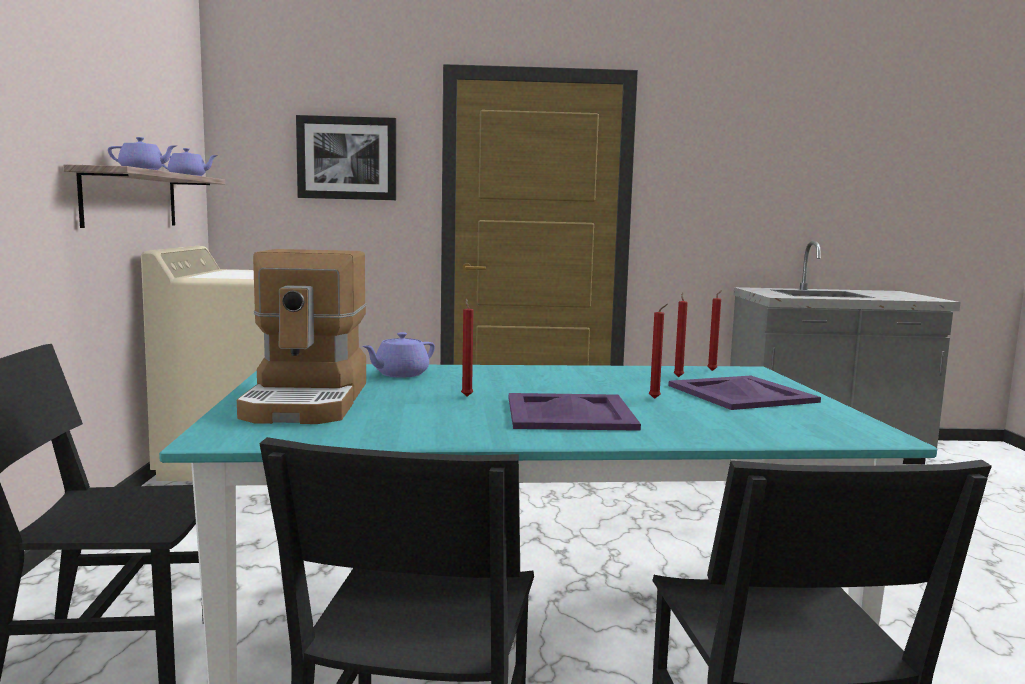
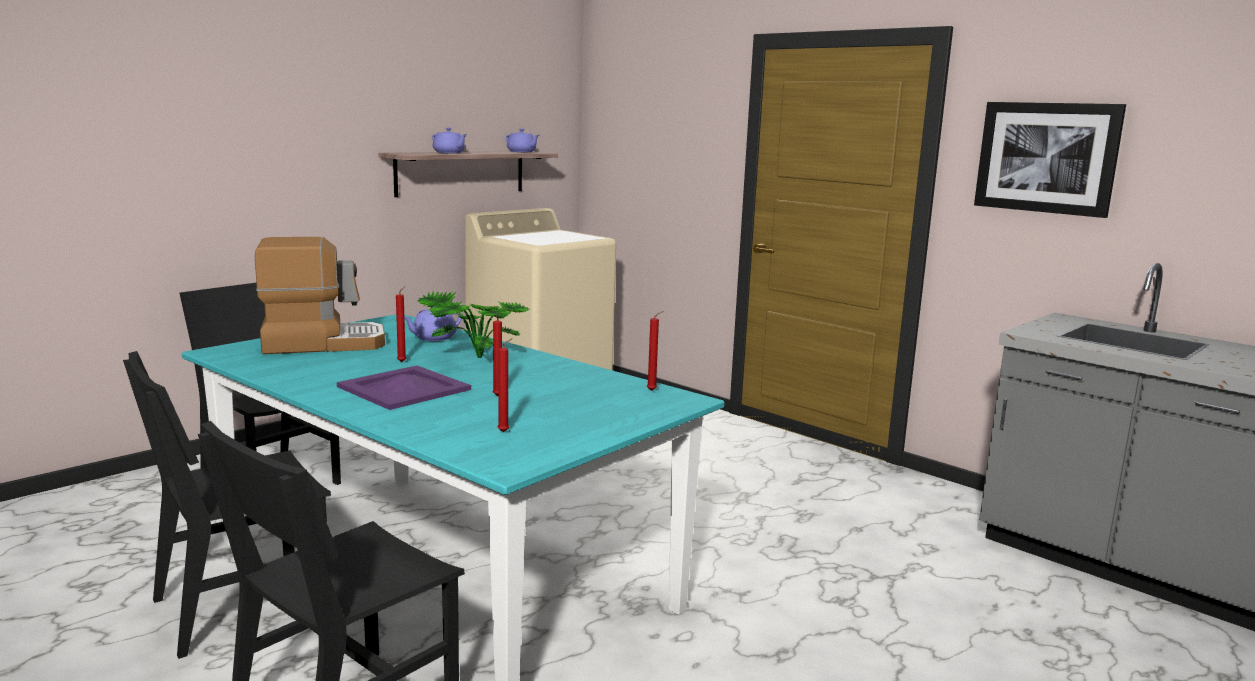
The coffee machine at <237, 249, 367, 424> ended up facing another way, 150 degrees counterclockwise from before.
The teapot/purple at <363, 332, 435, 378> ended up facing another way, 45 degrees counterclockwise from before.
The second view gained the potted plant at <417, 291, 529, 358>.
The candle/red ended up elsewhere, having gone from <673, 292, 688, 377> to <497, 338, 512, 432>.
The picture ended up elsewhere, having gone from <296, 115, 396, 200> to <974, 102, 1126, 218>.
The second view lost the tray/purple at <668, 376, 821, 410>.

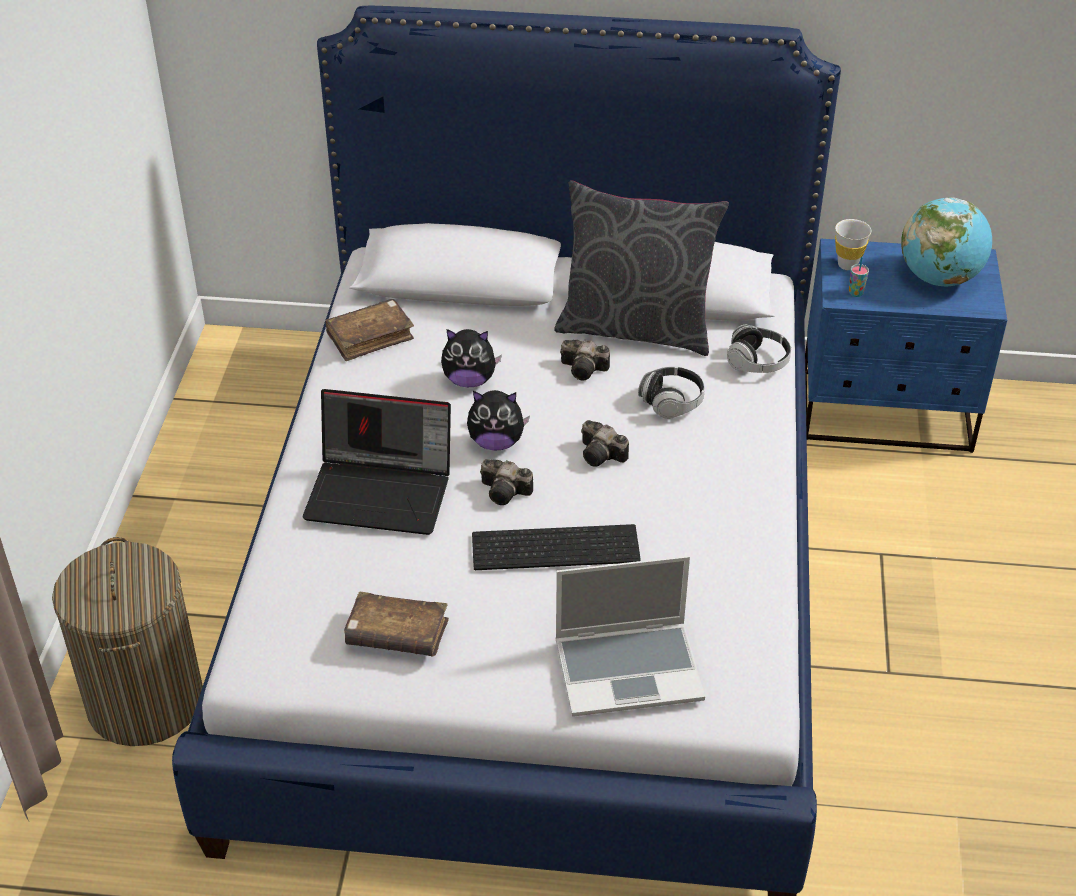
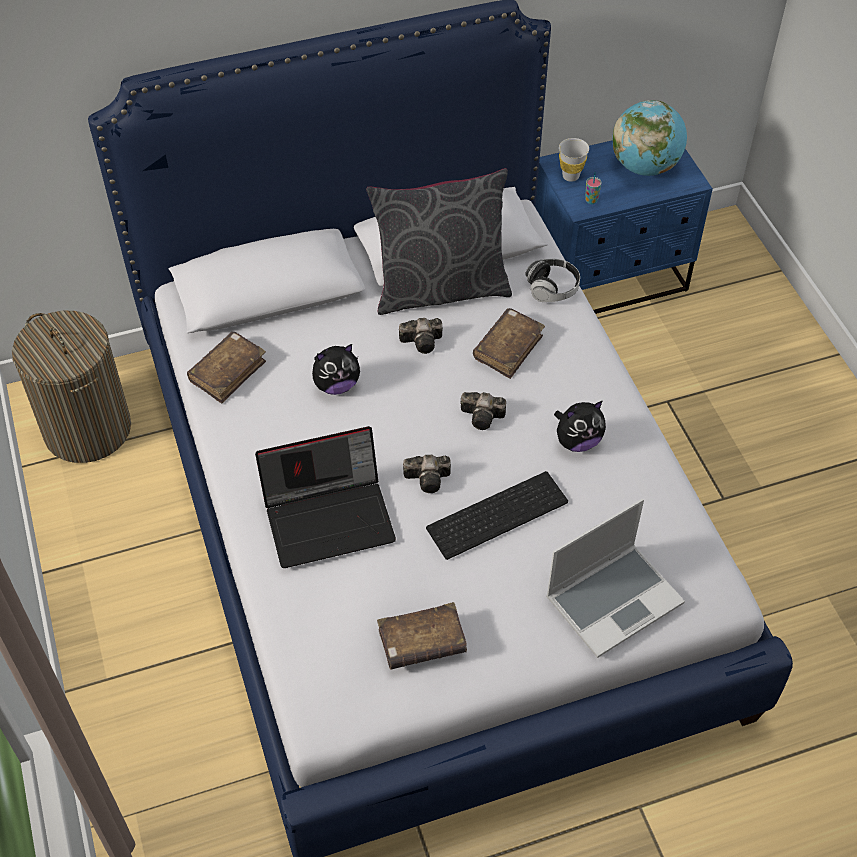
The laundry basket ended up elsewhere, having gone from <52, 537, 203, 746> to <12, 311, 131, 463>.
Where the headphones stood at <638, 366, 705, 419>, the book/brown came to stand at <473, 308, 545, 379>.
The plush toy ended up elsewhere, having gone from <467, 390, 530, 451> to <554, 400, 606, 452>.

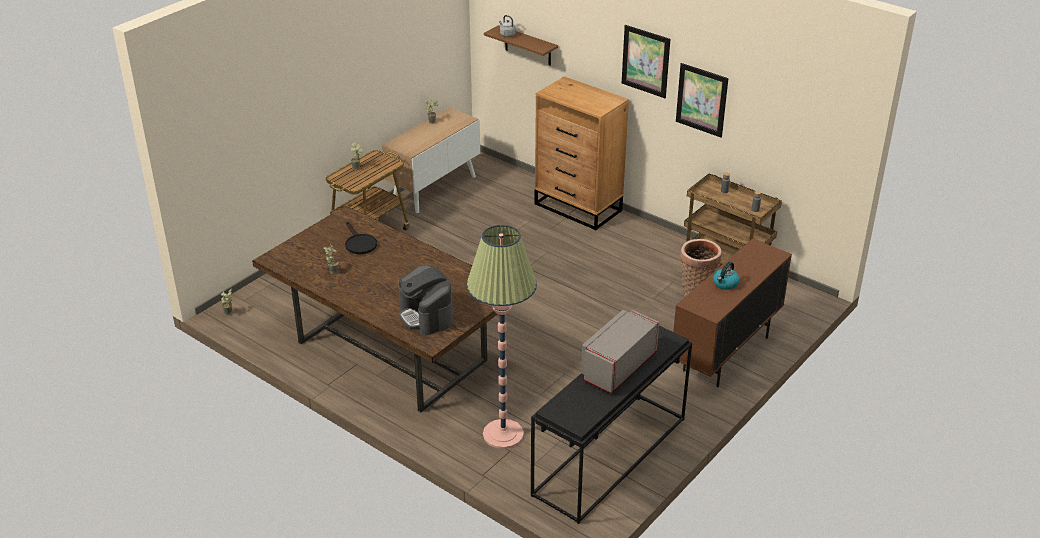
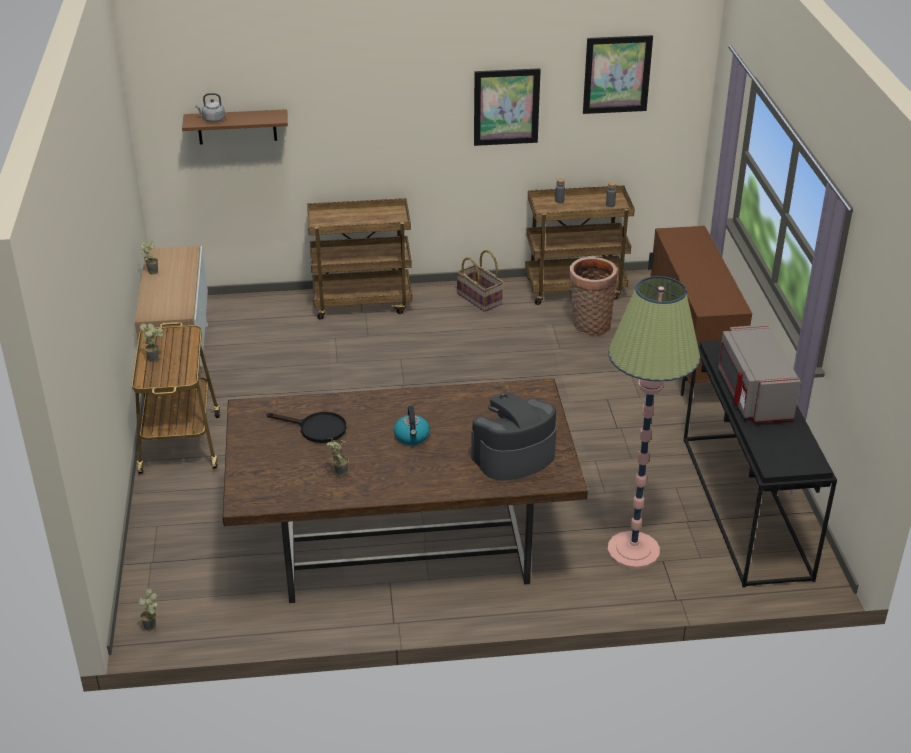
Where the dresser/brown stood at <534, 76, 629, 230>, the cart/brown came to stand at <307, 198, 412, 320>.
The kettle ended up elsewhere, having gone from <713, 262, 740, 290> to <394, 406, 430, 445>.
The second view gained the basket at <456, 250, 503, 312>.
The coffee machine at <399, 265, 454, 335> ended up facing another way, 135 degrees clockwise from before.
The picture ended up elsewhere, having gone from <622, 25, 670, 98> to <583, 35, 653, 114>.

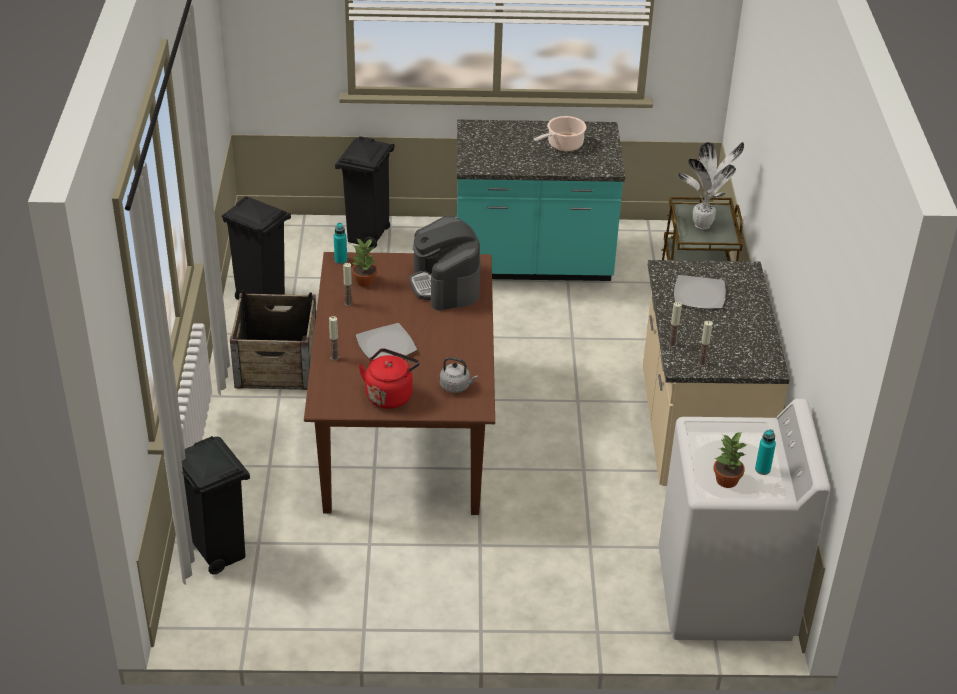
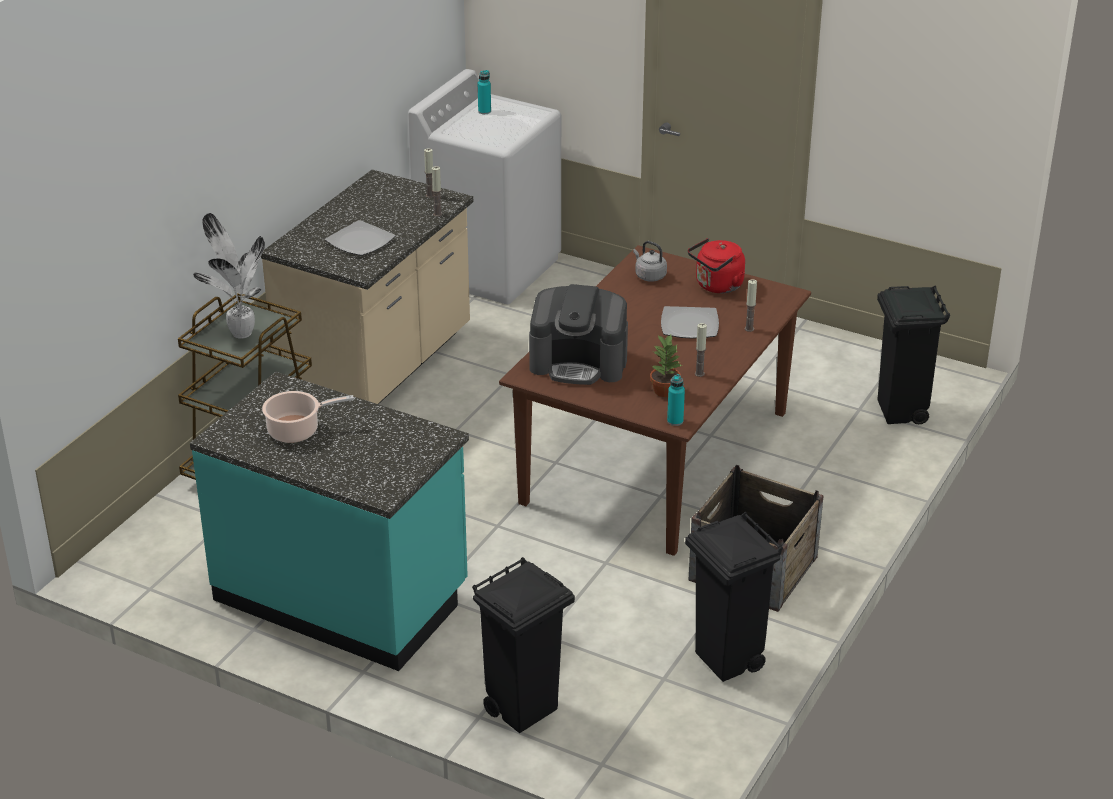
The coffee machine at <410, 216, 481, 311> ended up facing another way, 90 degrees clockwise from before.
The second view lost the potted plant at <714, 431, 748, 488>.

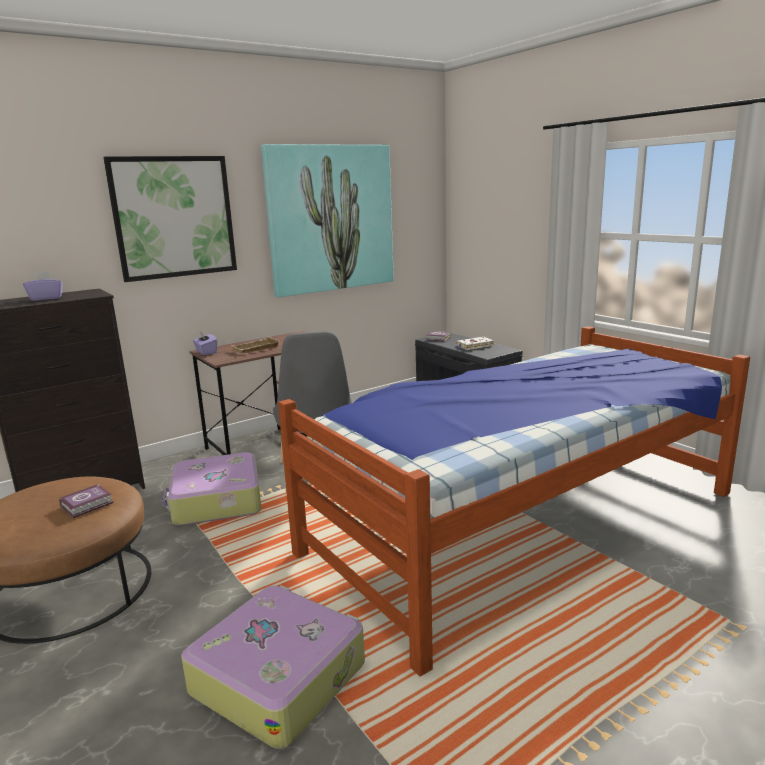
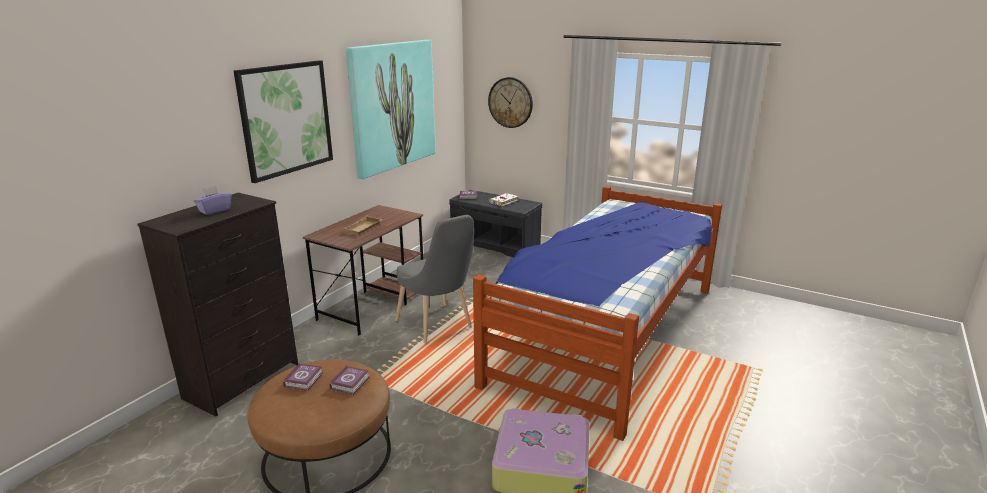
The second view gained the book at <283, 363, 323, 391>.
The second view gained the wall clock at <488, 77, 533, 128>.
The second view lost the suitcase at <161, 452, 261, 526>.
The second view lost the tissue box/purple at <193, 332, 217, 355>.

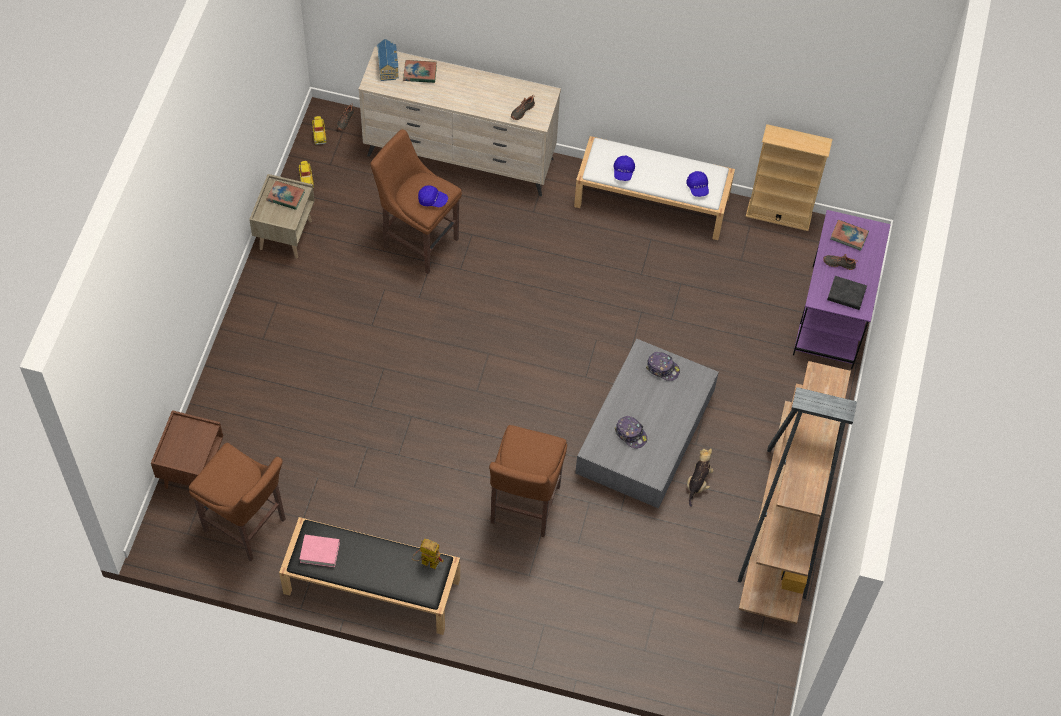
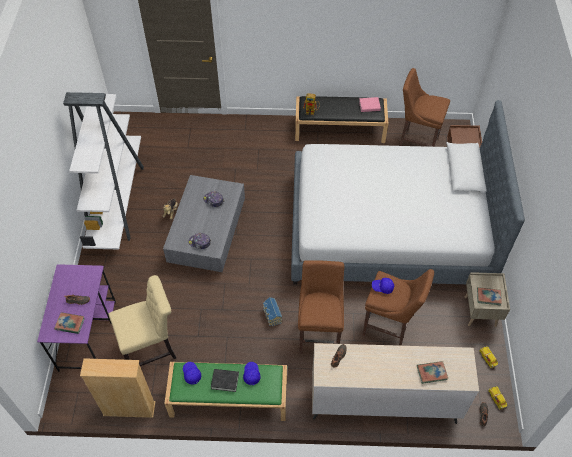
What was the bookcase/brown at <738, 361, 857, 624> turned into the bookcase/white at <63, 92, 144, 250>.
The second view gained the chair/beige at <108, 275, 176, 366>.
What was the bench/white at <574, 136, 735, 240> turned into the bench/green at <164, 362, 287, 421>.
The book/black ended up elsewhere, having gone from <827, 276, 867, 310> to <211, 369, 239, 392>.
The toy house ended up elsewhere, having gone from <377, 39, 399, 81> to <263, 297, 282, 326>.
The second view gained the bed at <291, 100, 525, 285>.
The stool/brown ended up elsewhere, having gone from <489, 425, 567, 537> to <298, 260, 344, 354>.

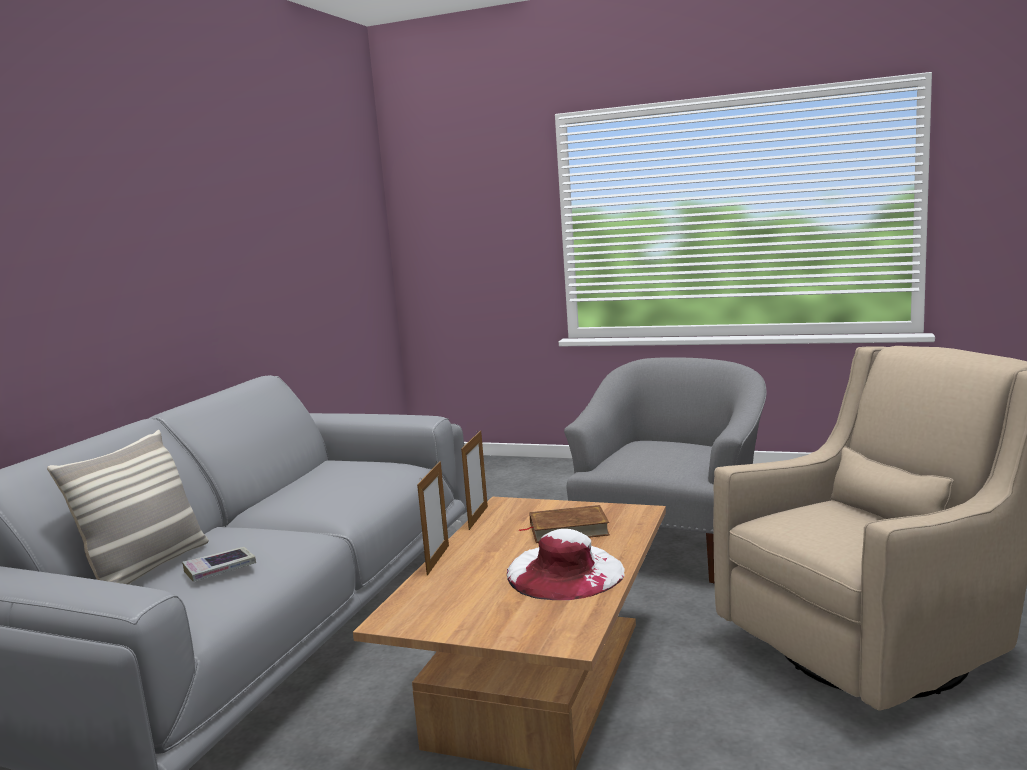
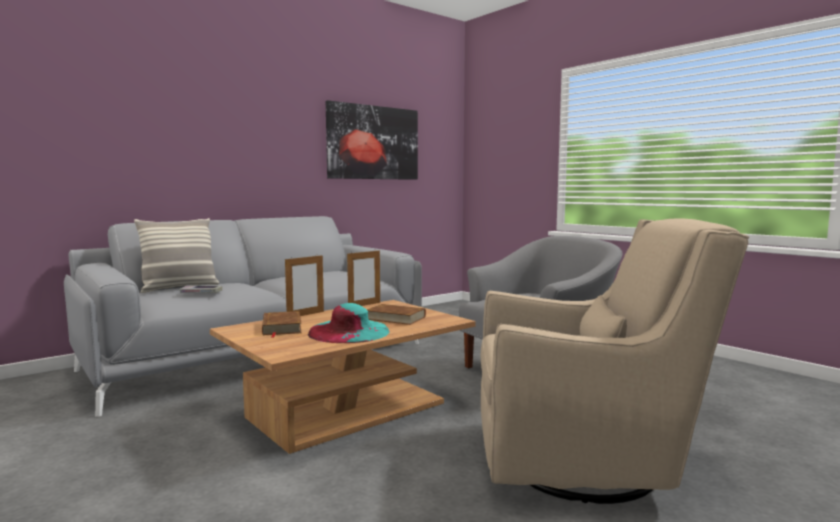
The second view gained the book/brown at <262, 311, 302, 338>.
What was the hat/white at <507, 529, 625, 600> turned into the hat/turquoise at <308, 303, 389, 343>.
The second view gained the picture at <326, 100, 418, 180>.

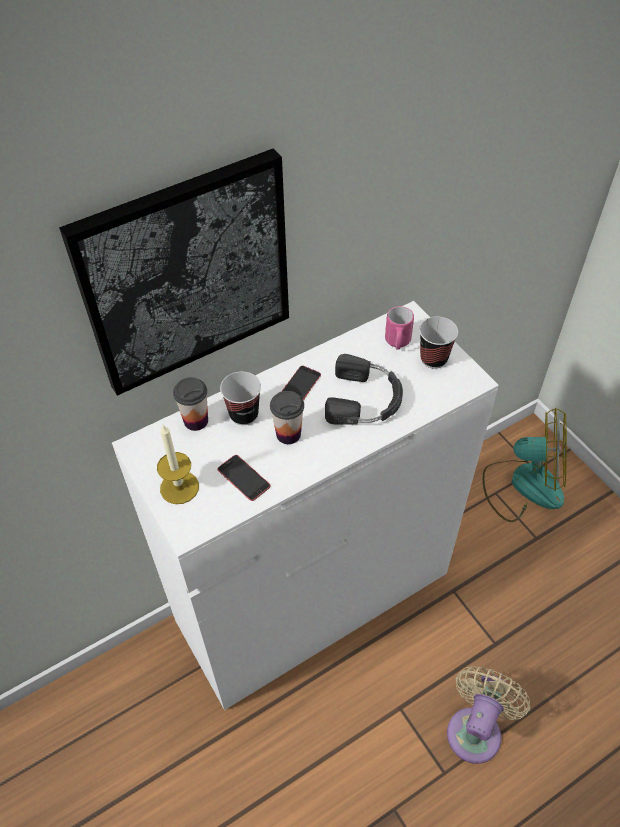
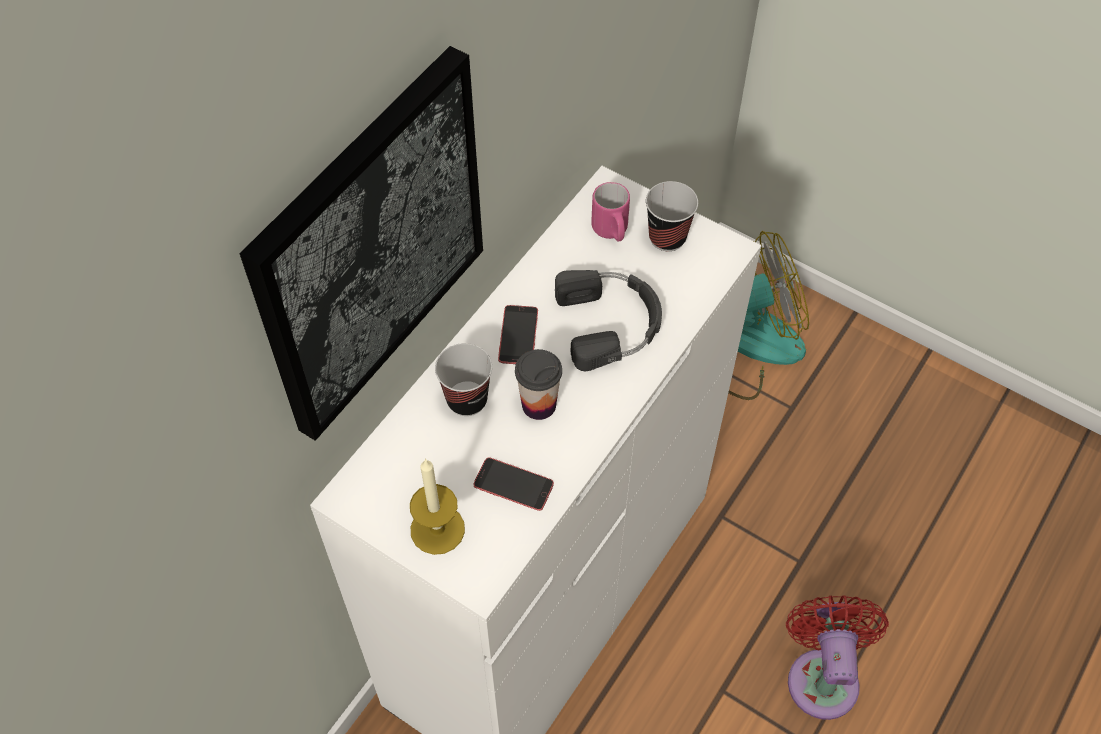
What was the fan/beige at <447, 666, 531, 764> turned into the fan/red at <786, 595, 889, 720>.
The second view lost the cup at <173, 377, 208, 431>.

